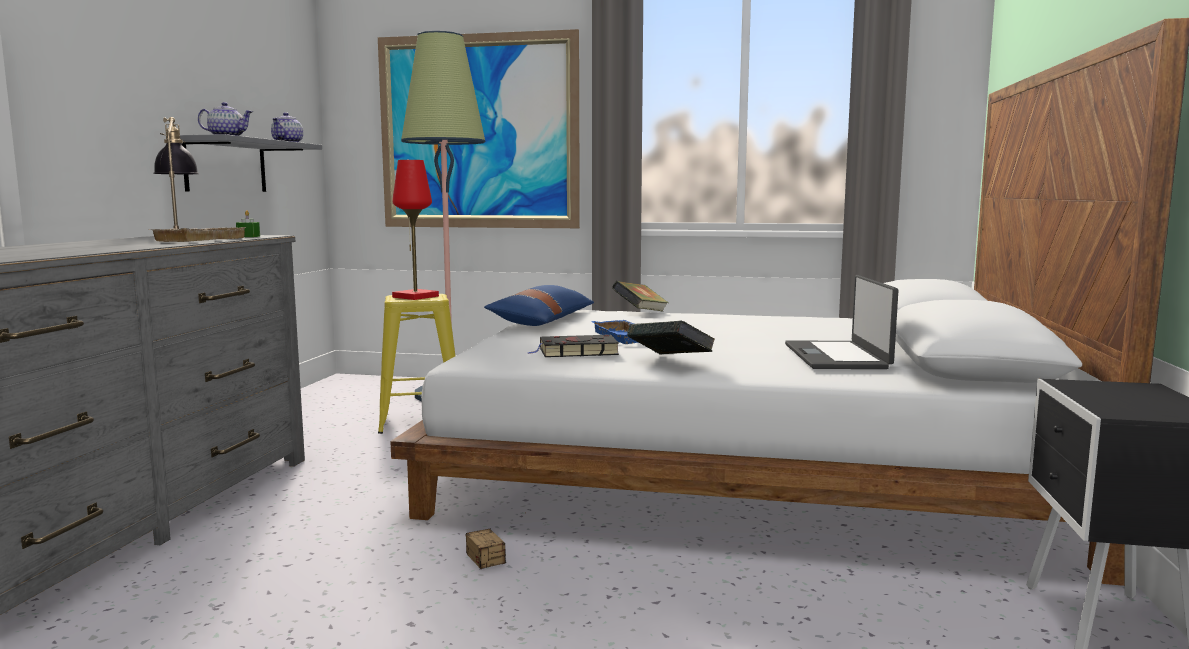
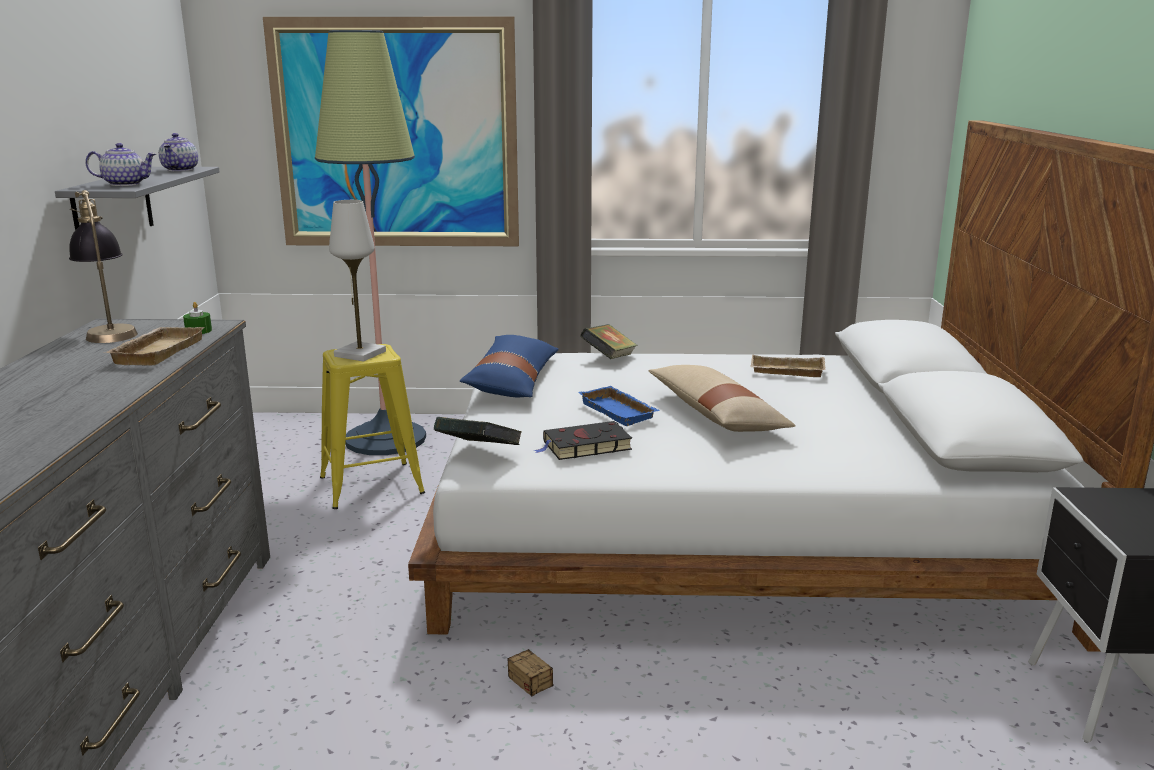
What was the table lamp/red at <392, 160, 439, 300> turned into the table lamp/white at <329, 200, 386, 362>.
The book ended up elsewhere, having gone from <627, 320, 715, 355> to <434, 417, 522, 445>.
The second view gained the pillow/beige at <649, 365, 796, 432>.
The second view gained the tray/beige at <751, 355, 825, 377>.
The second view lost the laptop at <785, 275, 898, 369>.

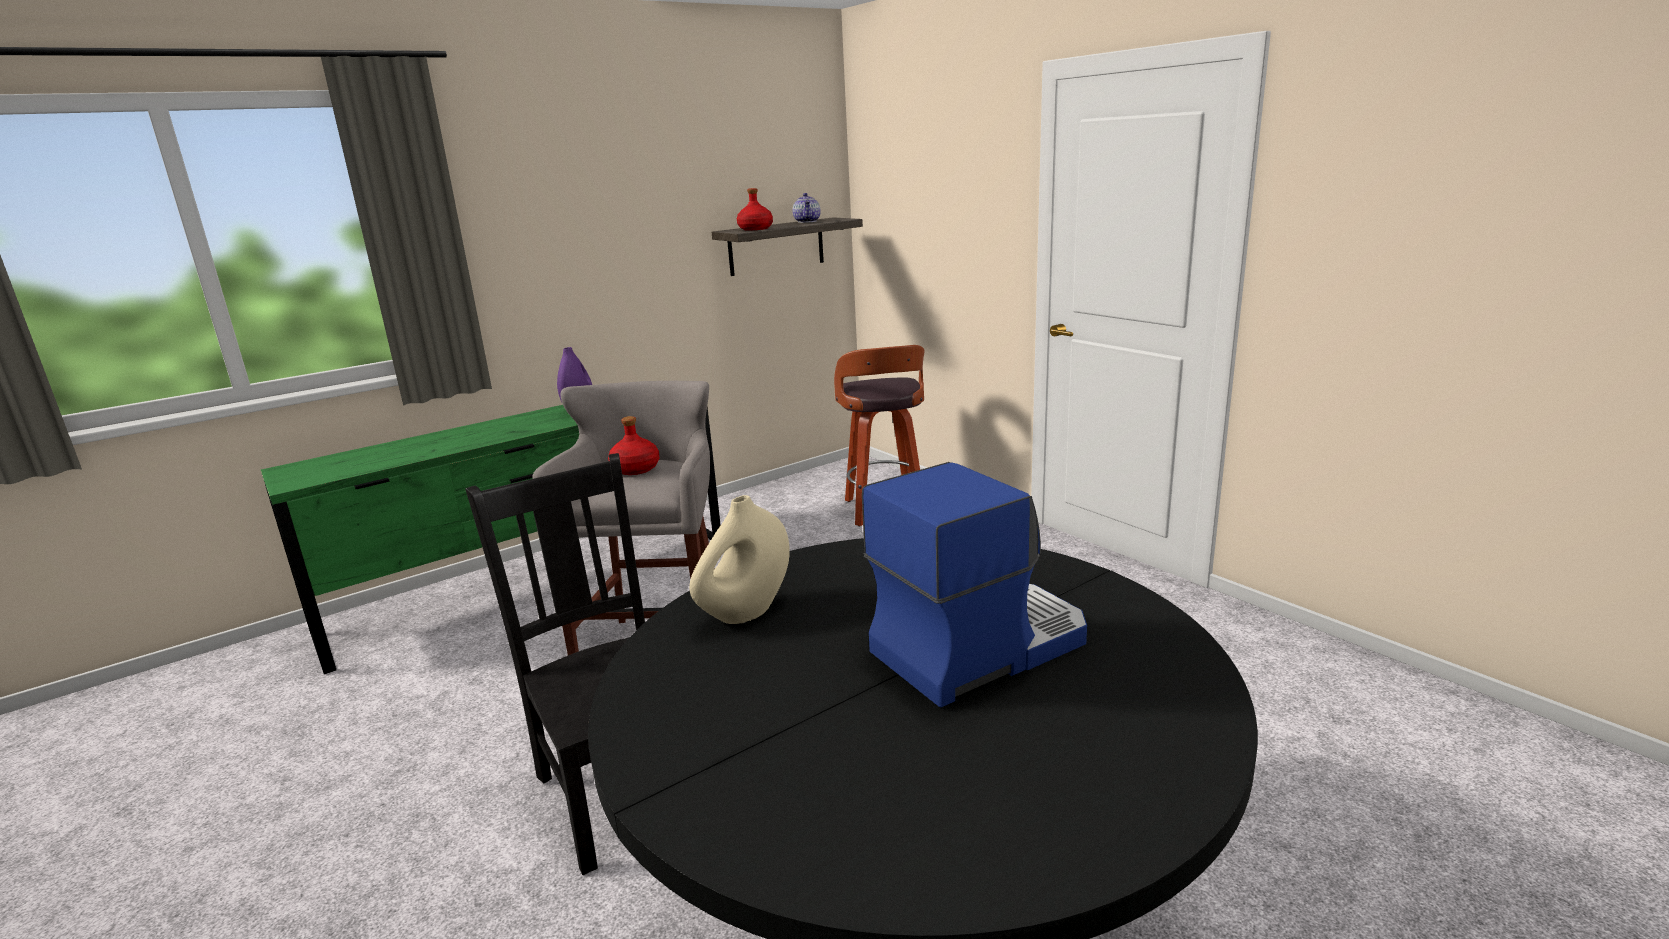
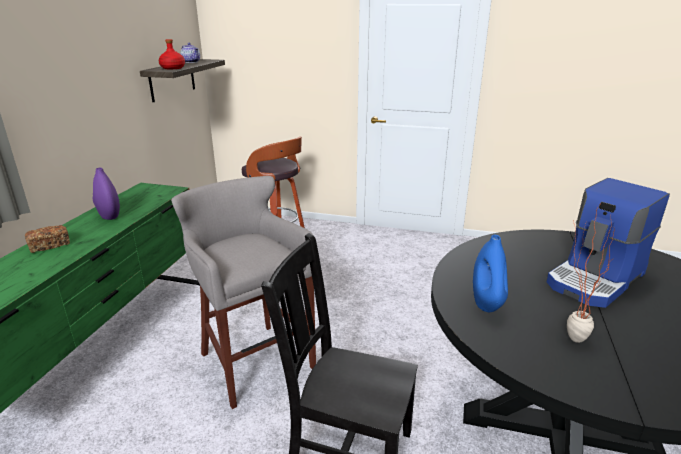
The second view gained the bread at <25, 225, 70, 253>.
What was the vase/beige at <689, 495, 790, 624> turned into the vase/blue at <473, 235, 508, 312>.
The coffee machine at <862, 462, 1087, 708> ended up facing another way, 150 degrees counterclockwise from before.
The second view gained the potted plant at <567, 202, 615, 343>.
The second view lost the bottle/red at <608, 416, 660, 475>.

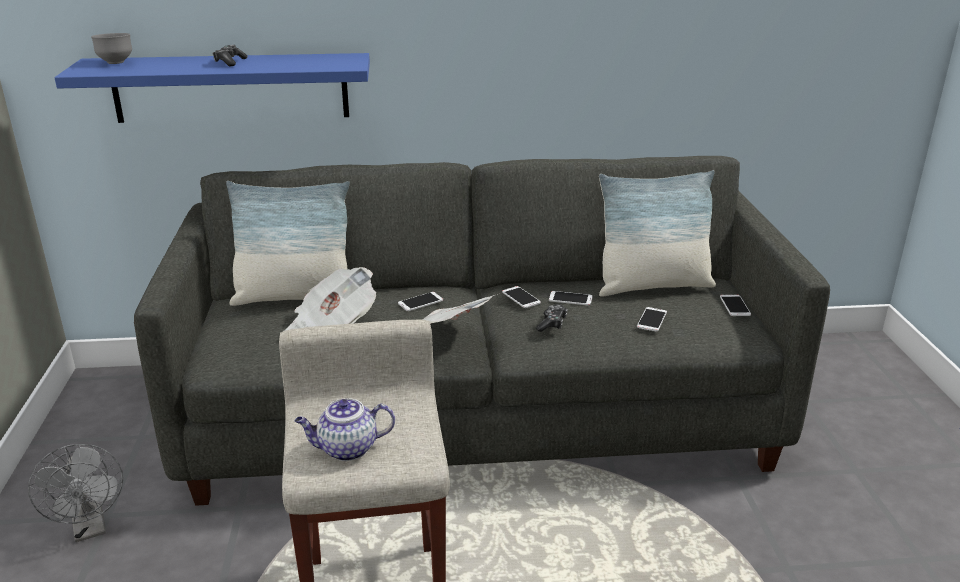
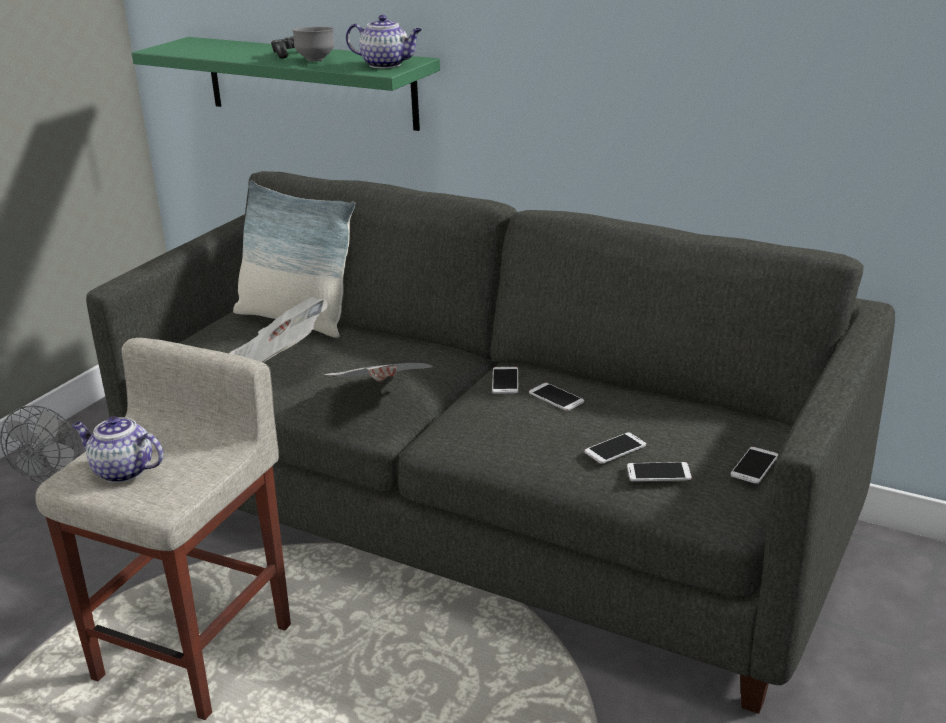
What was the shelf/blue at <54, 53, 370, 123> turned into the shelf/green at <132, 37, 440, 131>.
The bowl/grey ended up elsewhere, having gone from <91, 33, 132, 64> to <292, 27, 334, 61>.
The second view gained the teapot at <346, 15, 422, 68>.
The phone ended up elsewhere, having gone from <398, 292, 443, 311> to <627, 462, 692, 481>.
The second view lost the game controller at <536, 304, 568, 332>.
The second view lost the pillow at <599, 170, 716, 297>.

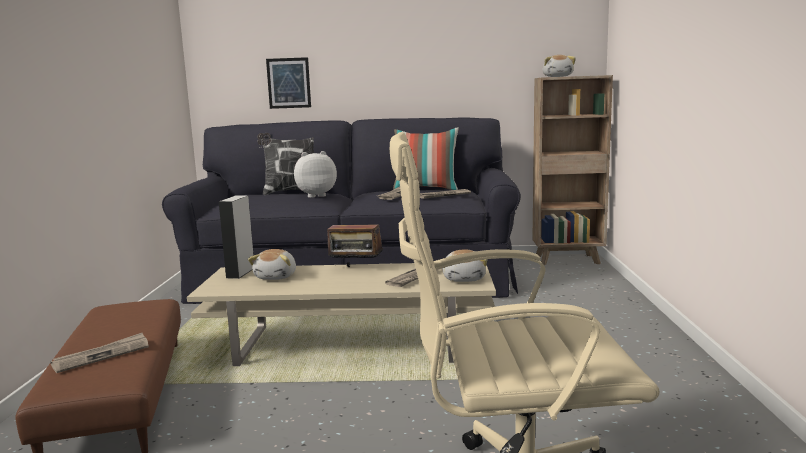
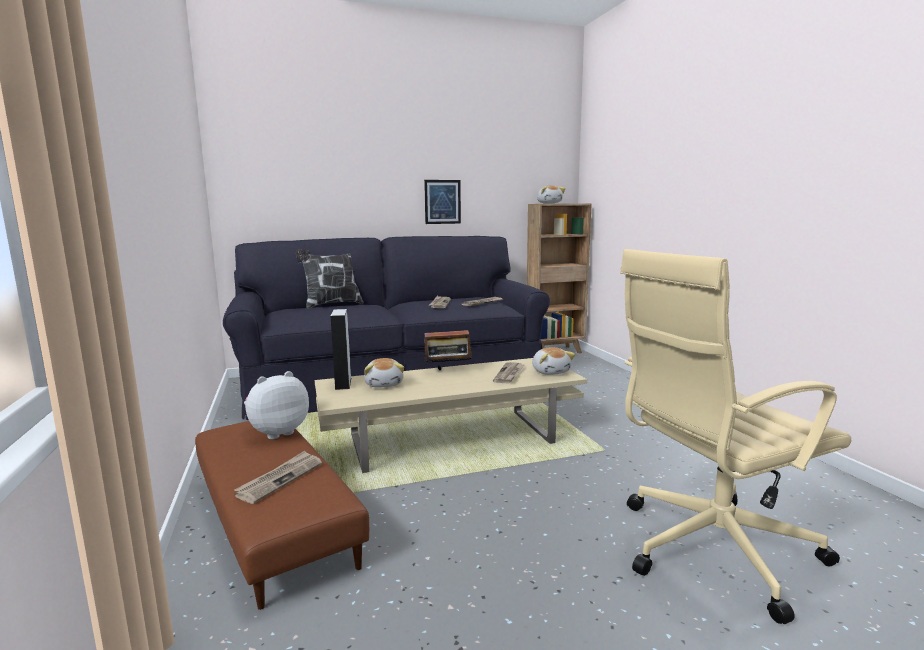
The plush toy ended up elsewhere, having gone from <294, 151, 337, 198> to <244, 371, 309, 439>.
The picture ended up elsewhere, having gone from <266, 57, 311, 109> to <424, 180, 461, 224>.
The second view lost the pillow at <393, 127, 459, 190>.

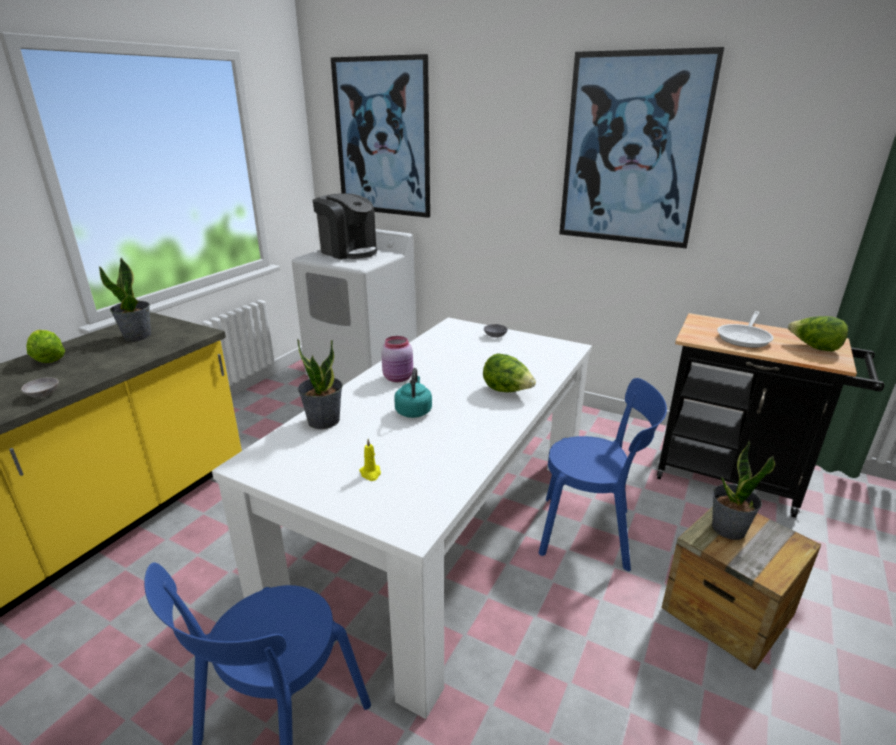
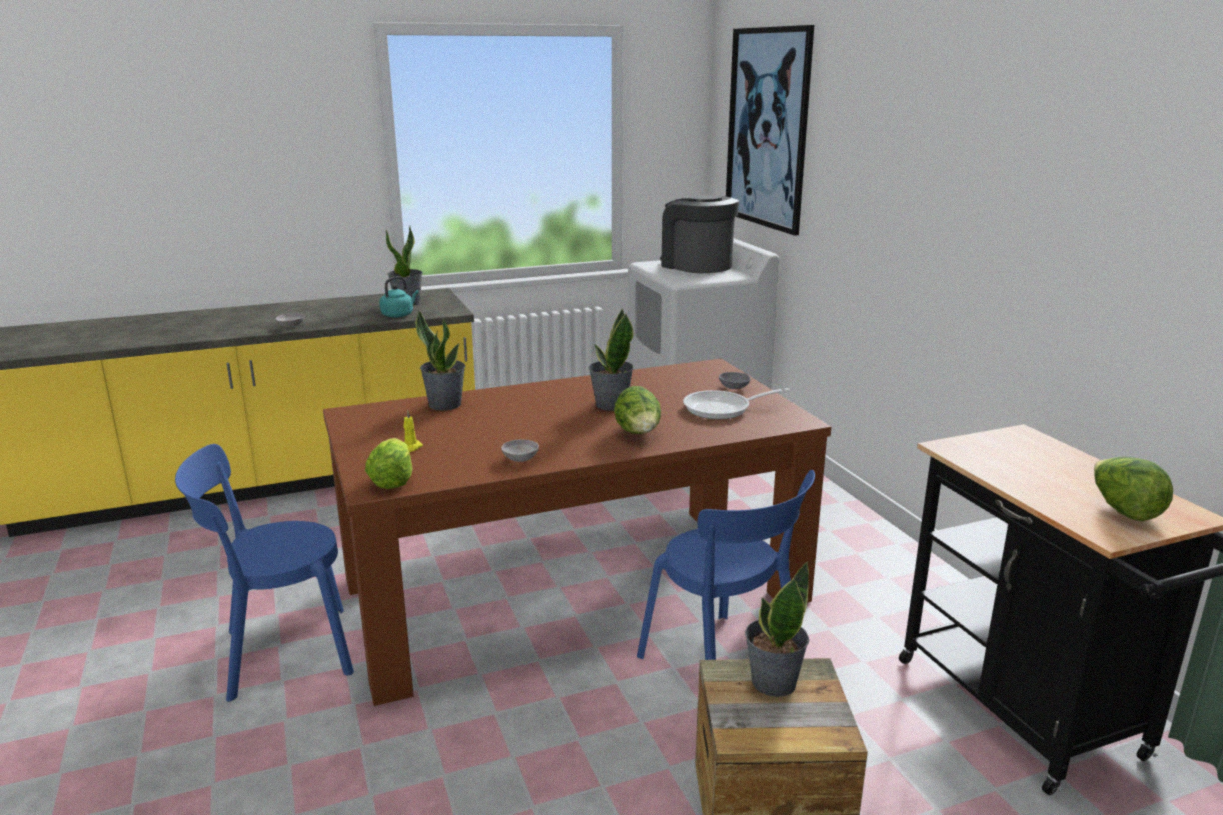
What was the dining table/white at <212, 317, 592, 719> turned into the dining table/brown at <323, 358, 831, 706>.
The lettuce ended up elsewhere, having gone from <26, 330, 65, 363> to <365, 438, 412, 489>.
The kettle/turquoise ended up elsewhere, having gone from <394, 368, 432, 418> to <379, 276, 419, 318>.
The second view gained the bowl/grey at <501, 439, 539, 462>.
The second view gained the potted plant at <589, 308, 634, 411>.
The coffee machine at <313, 193, 378, 259> ended up facing another way, 150 degrees clockwise from before.
The frying pan ended up elsewhere, having gone from <717, 311, 774, 348> to <683, 388, 790, 420>.
The second view lost the jar/pink at <381, 336, 413, 382>.
The second view lost the picture at <559, 47, 725, 248>.

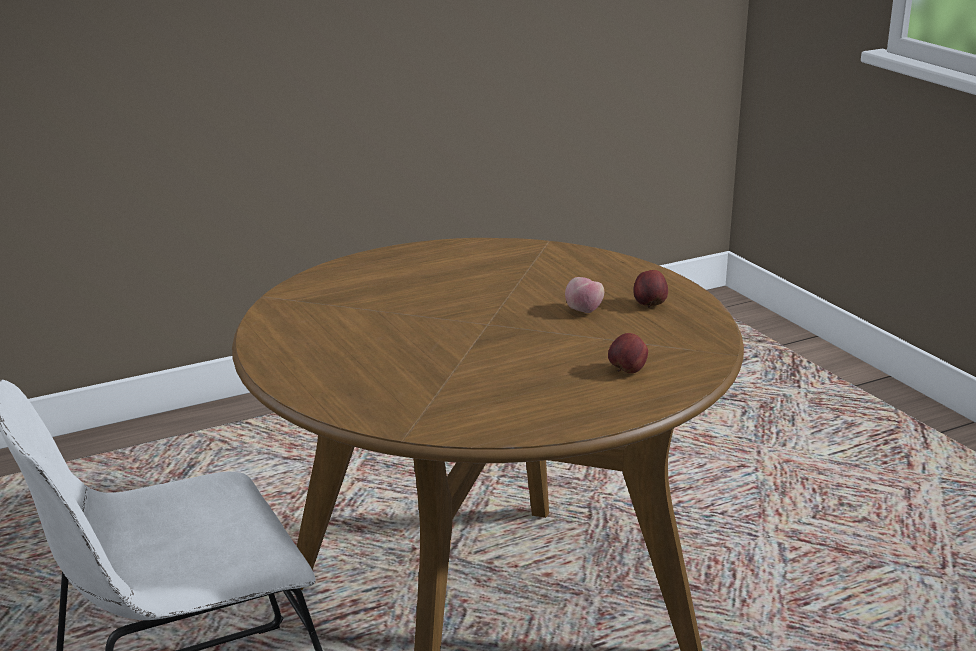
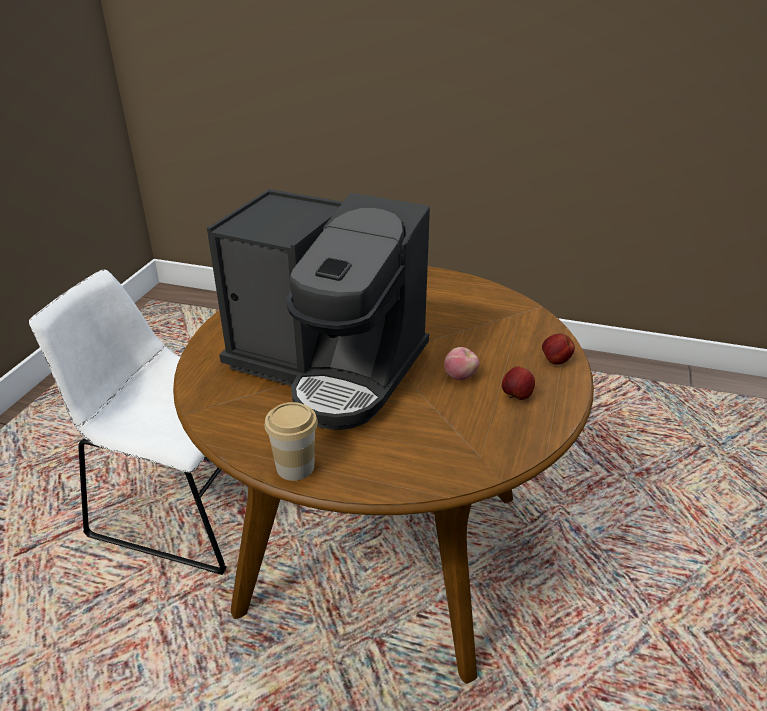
The second view gained the coffee machine at <207, 189, 430, 430>.
The second view gained the cup at <264, 402, 318, 481>.
The apple ended up elsewhere, having gone from <608, 333, 648, 374> to <542, 334, 575, 365>.

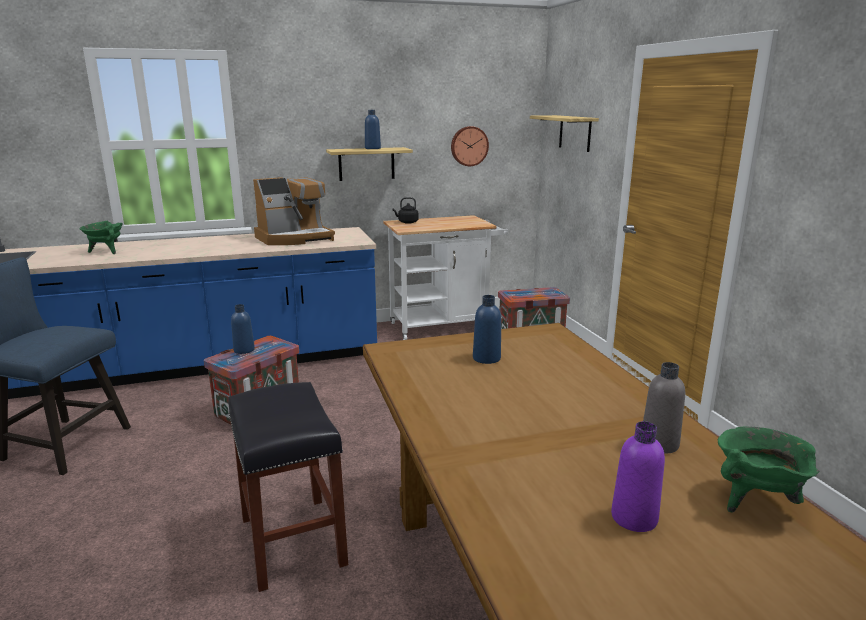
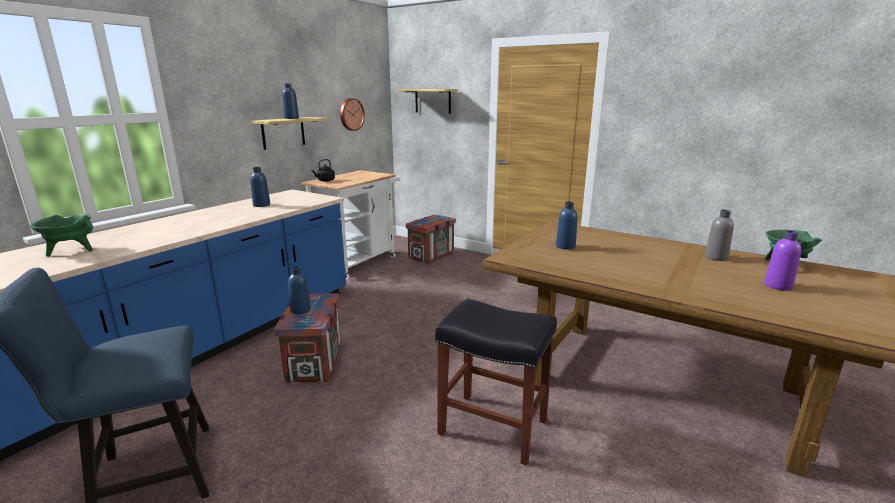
Where the coffee machine stood at <253, 177, 335, 245>, the bottle/blue came to stand at <250, 167, 270, 207>.

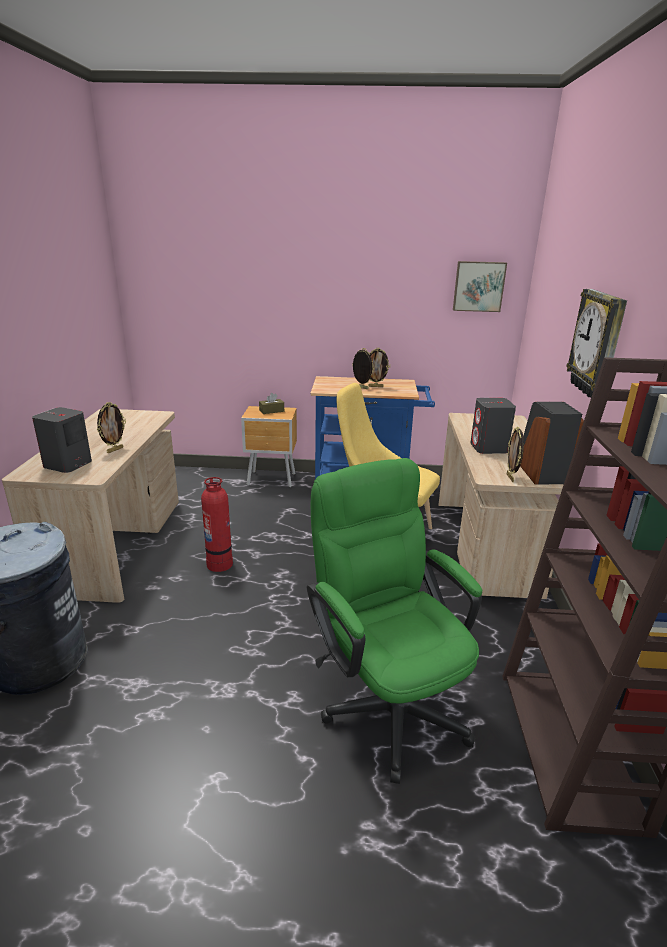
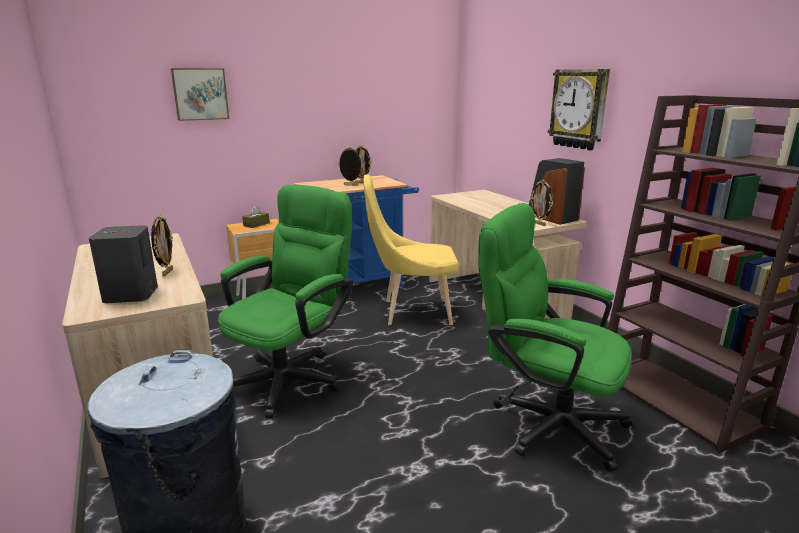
The picture ended up elsewhere, having gone from <453, 261, 507, 312> to <171, 68, 229, 121>.
Where the fire extinguisher stood at <201, 477, 233, 572>, the office chair/green came to stand at <218, 185, 353, 418>.
The second view lost the speaker/grey at <470, 398, 516, 454>.

